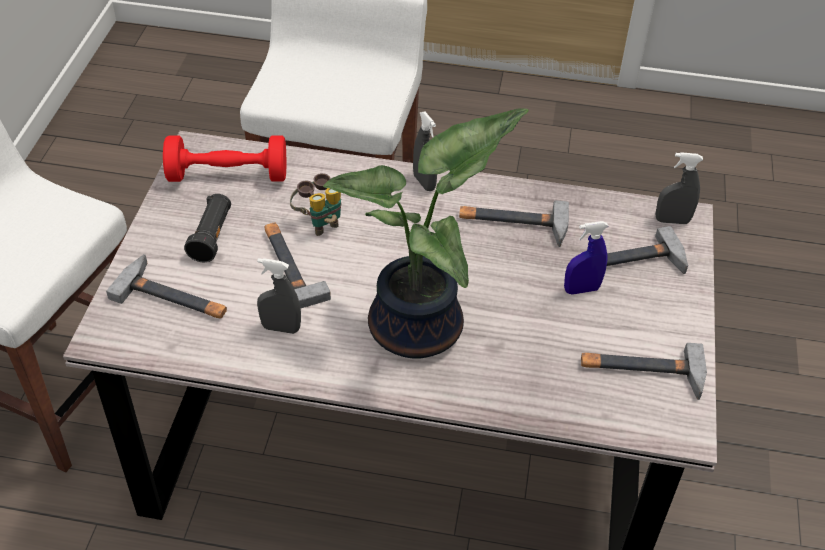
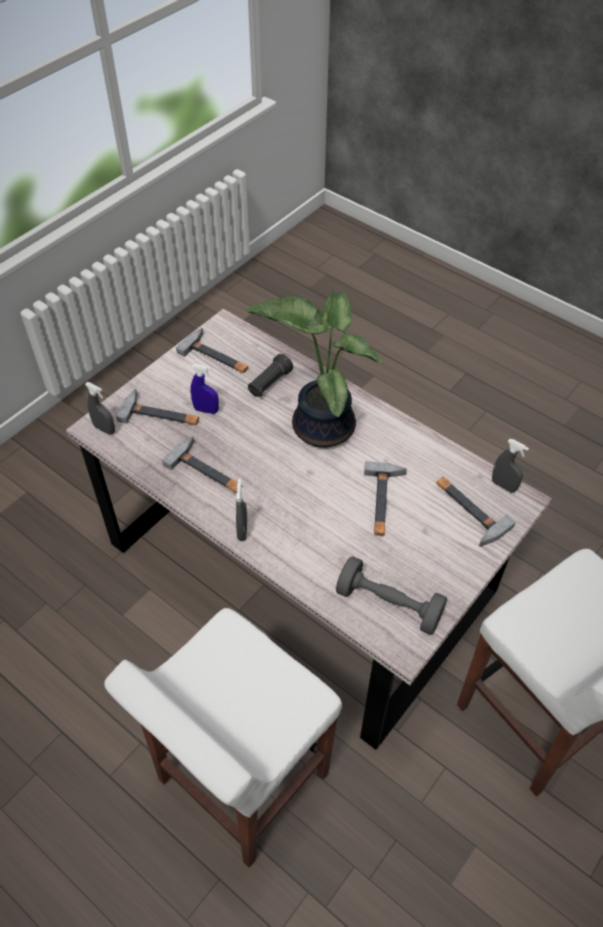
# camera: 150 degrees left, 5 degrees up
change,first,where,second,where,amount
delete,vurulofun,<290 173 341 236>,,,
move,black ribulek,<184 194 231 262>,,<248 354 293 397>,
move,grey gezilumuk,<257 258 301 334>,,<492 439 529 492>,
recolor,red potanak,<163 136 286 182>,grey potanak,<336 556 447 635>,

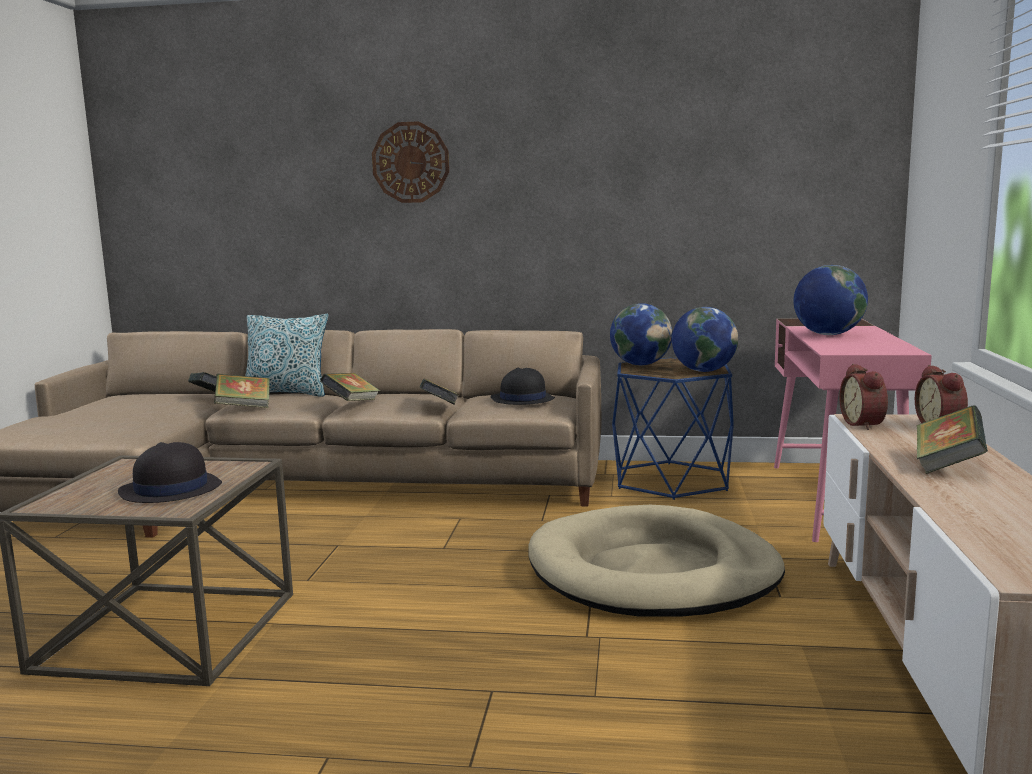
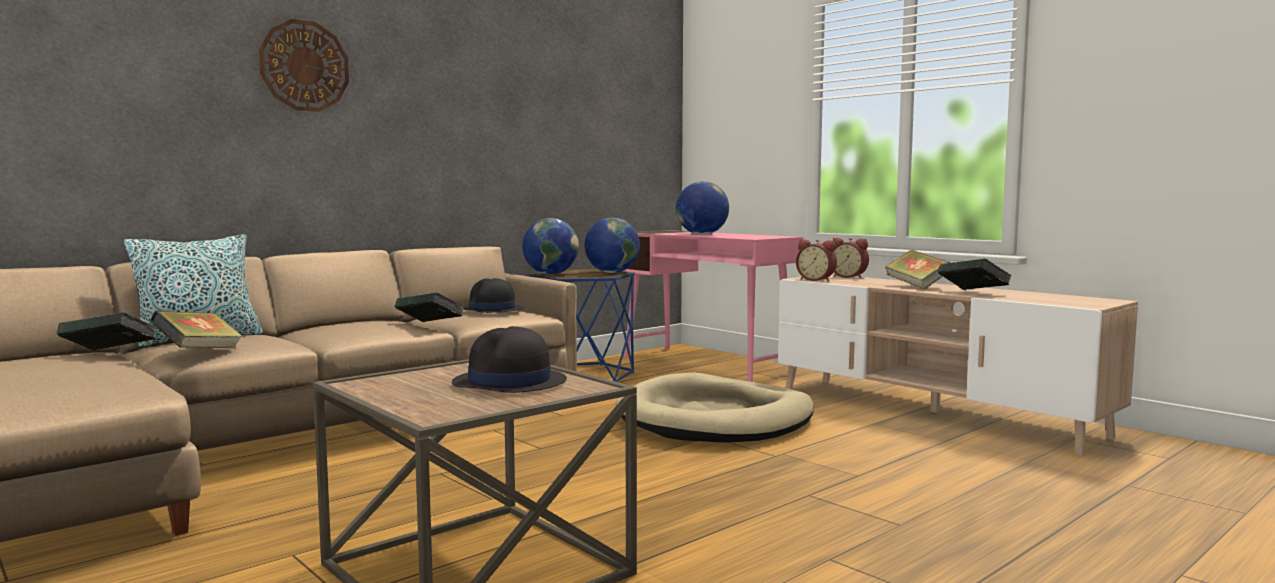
# camera: 50 degrees left, 5 degrees down
change,first,where,second,where,amount
move,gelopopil,<320 373 380 401>,,<938 259 1012 290>,

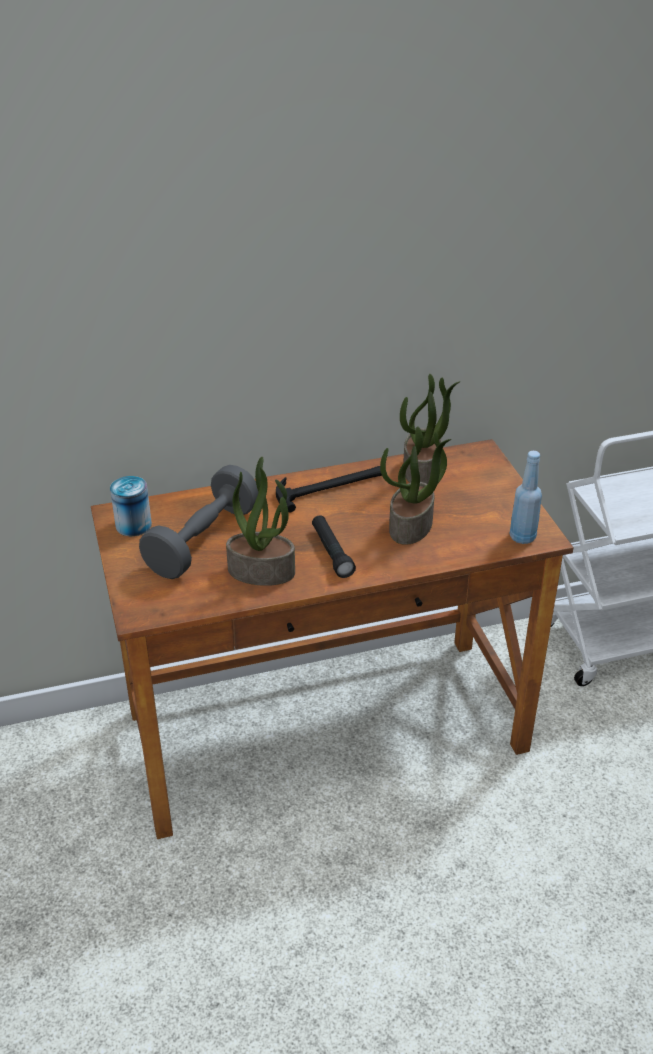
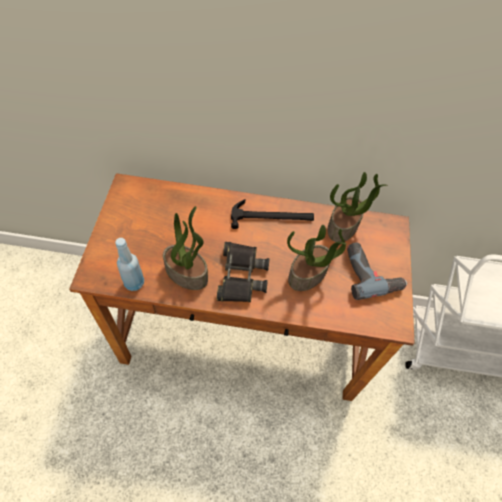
# camera: 20 degrees right, 20 degrees up
change,first,where,second,where,amount
delete,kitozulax,<110 476 152 536>,,,
delete,grey potanak,<139 465 258 579>,,,
insert,,,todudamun,<347 242 408 300>,
move,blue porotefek,<509 451 542 544>,,<115 238 144 291>,
replace,black ribulek,<312 515 356 578>,black vurulofun,<217 242 269 302>,

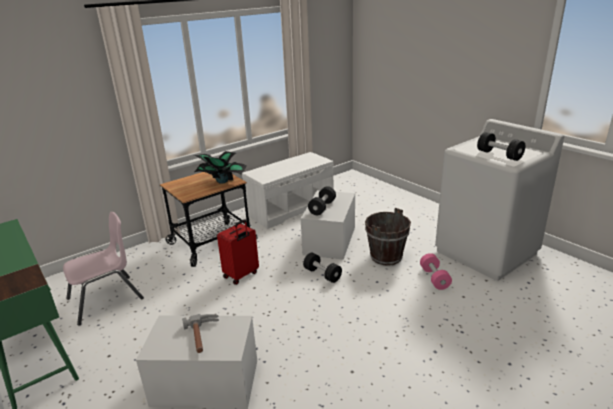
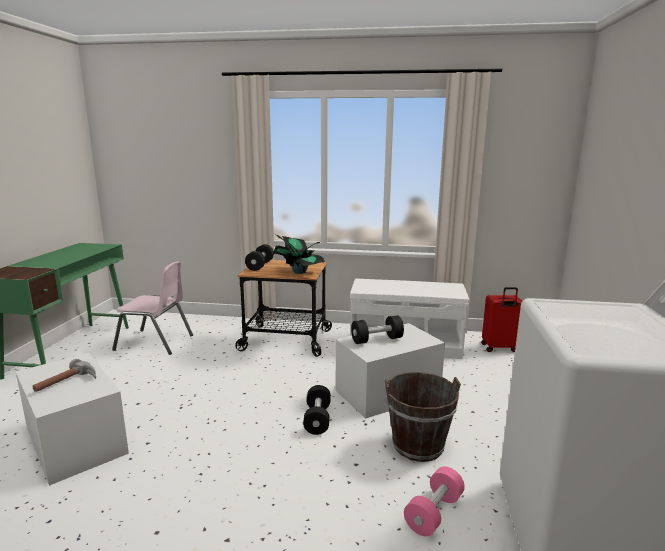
# camera: 45 degrees right, 10 degrees down
change,first,where,second,where,amount
move,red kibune,<217 219 259 285>,,<481 287 522 352>,
move,black potanak,<477 132 525 161>,,<245 244 274 271>,

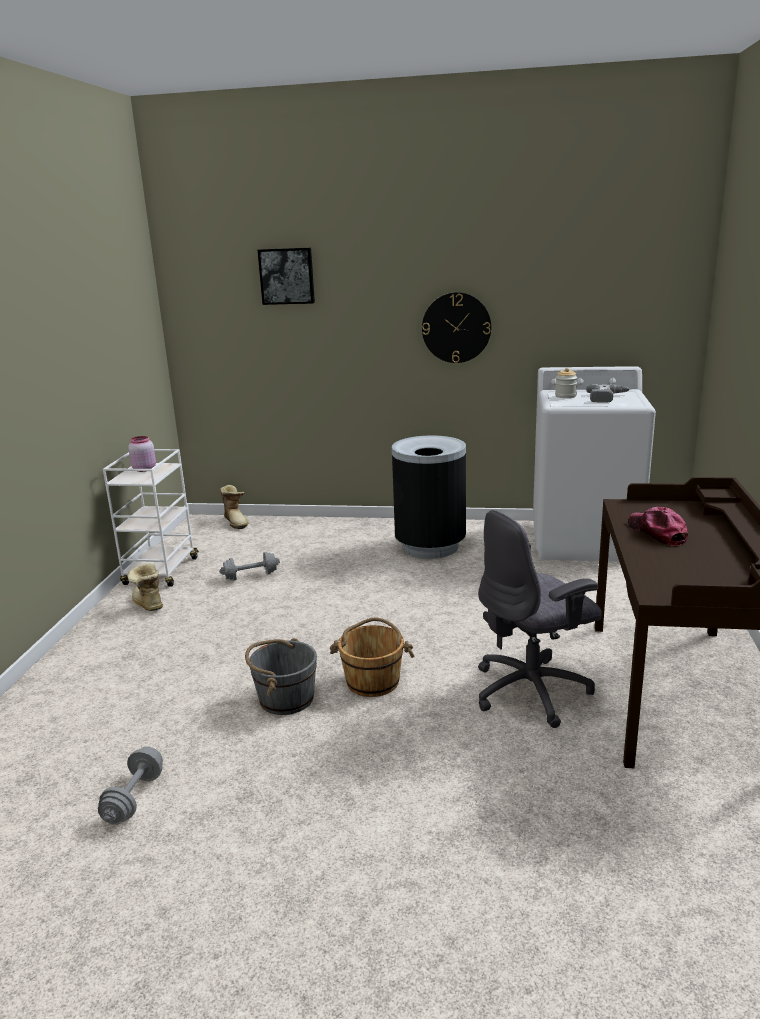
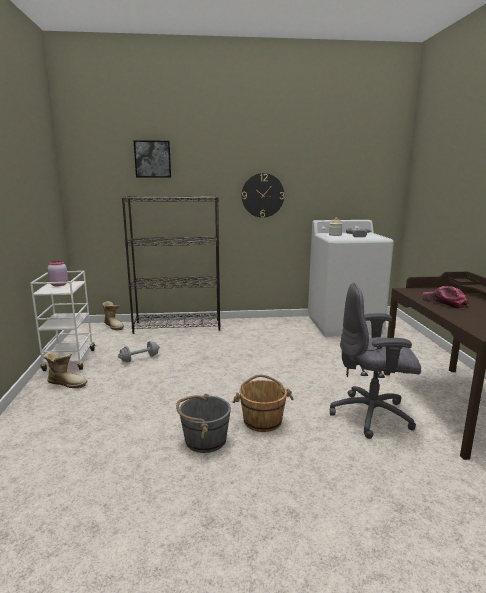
# camera: 15 degrees left, 5 degrees down
change,first,where,second,where,amount
delete,grey potanak,<98 747 163 825>,,,
delete,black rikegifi,<392 436 466 559>,,,
insert,,,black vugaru,<122 196 220 334>,
rotate,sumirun,<128 563 163 611>,,<43 352 88 388>,150 degrees clockwise
rotate,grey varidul,<478 510 602 728>,,<330 283 421 439>,45 degrees clockwise

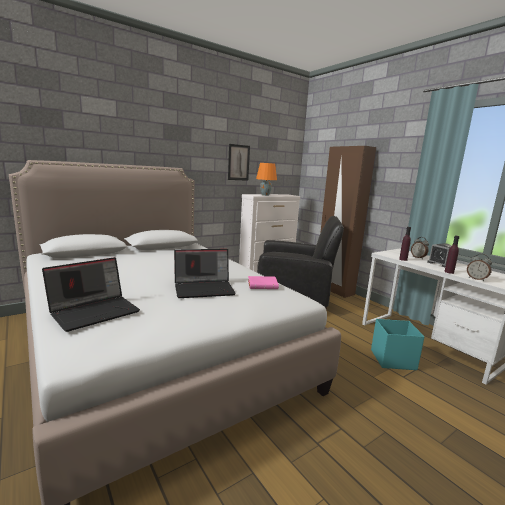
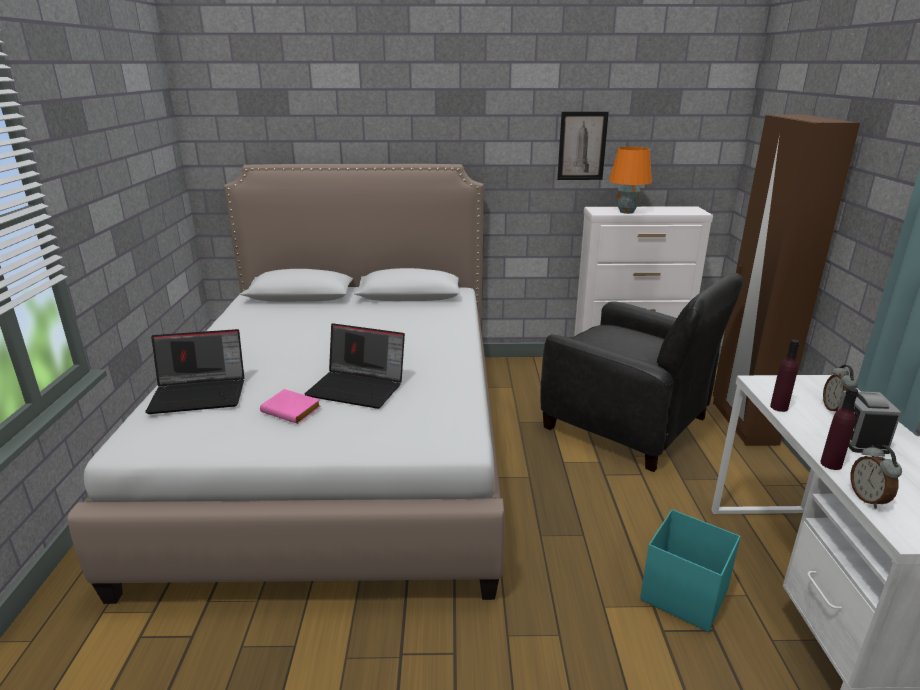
# camera: 35 degrees right, 10 degrees up
change,first,where,second,where,amount
move,pink gelopopil,<248 276 279 289>,,<260 389 321 424>,

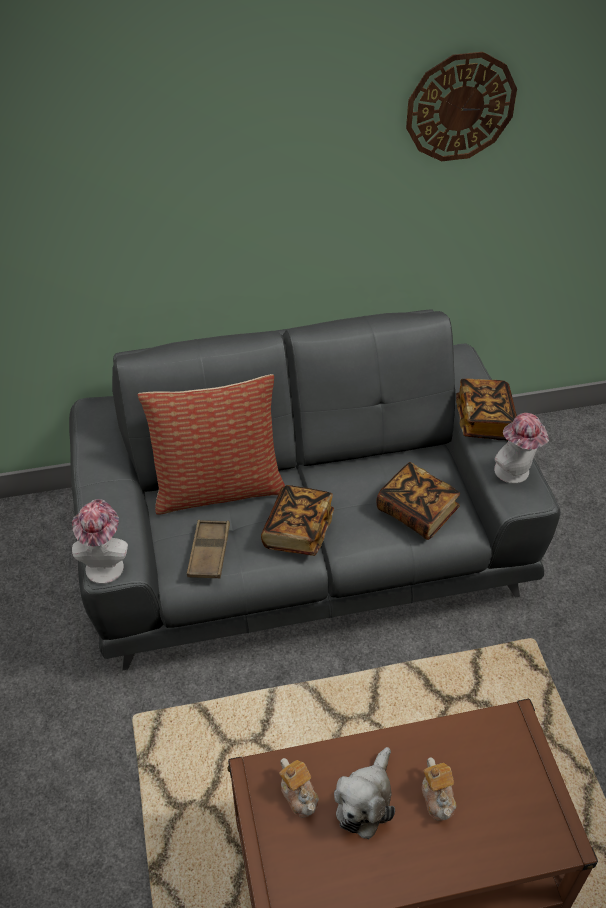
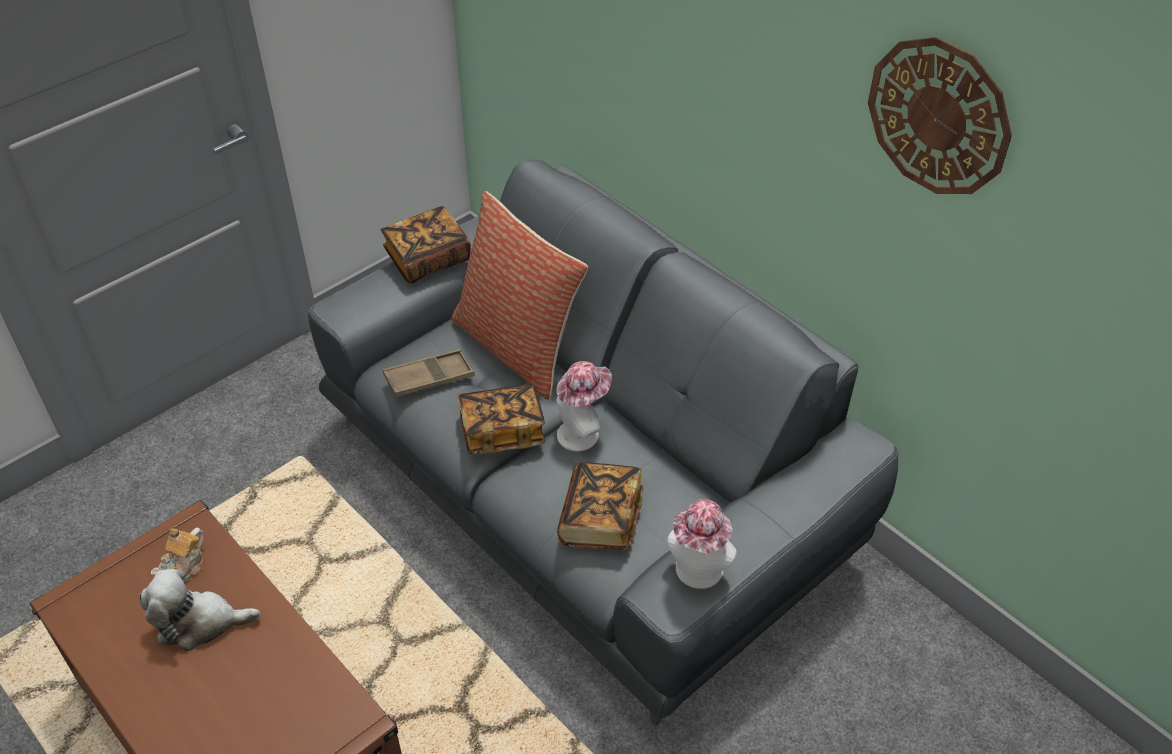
# camera: 60 degrees right, 0 degrees up
change,first,where,second,where,amount
delete,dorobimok,<422 757 456 821>,,,
move,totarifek,<72 499 128 584>,,<556 361 612 451>,
move,gelopopil,<456 379 517 440>,,<381 206 471 284>,

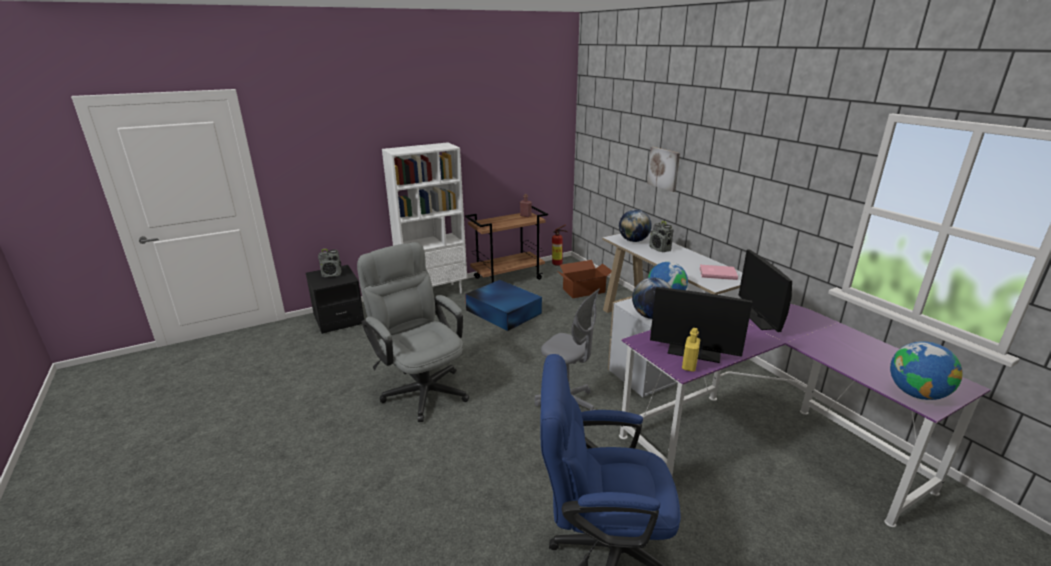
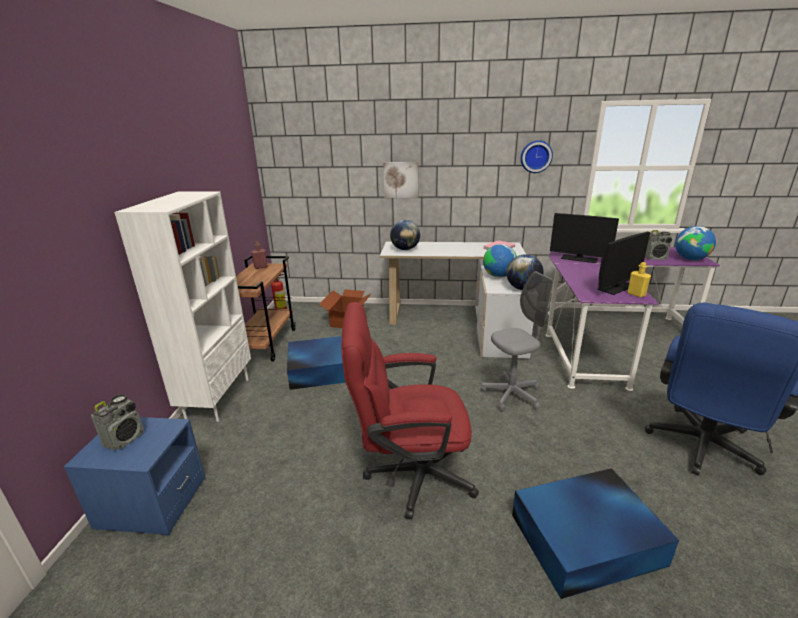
# camera: 55 degrees left, 0 degrees up
change,first,where,second,where,amount
insert,,,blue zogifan,<512 468 679 599>,
insert,,,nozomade,<521 140 553 173>,
move,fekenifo,<649 221 674 252>,,<645 230 672 260>,
recolor,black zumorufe,<306 265 364 334>,blue zumorufe,<64 417 205 536>,
recolor,grey varidul,<357 242 469 422>,red varidul,<341 302 479 519>,

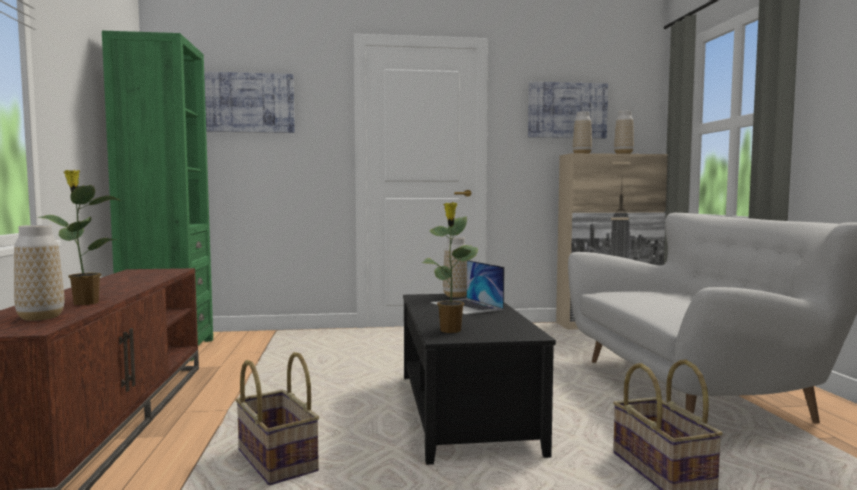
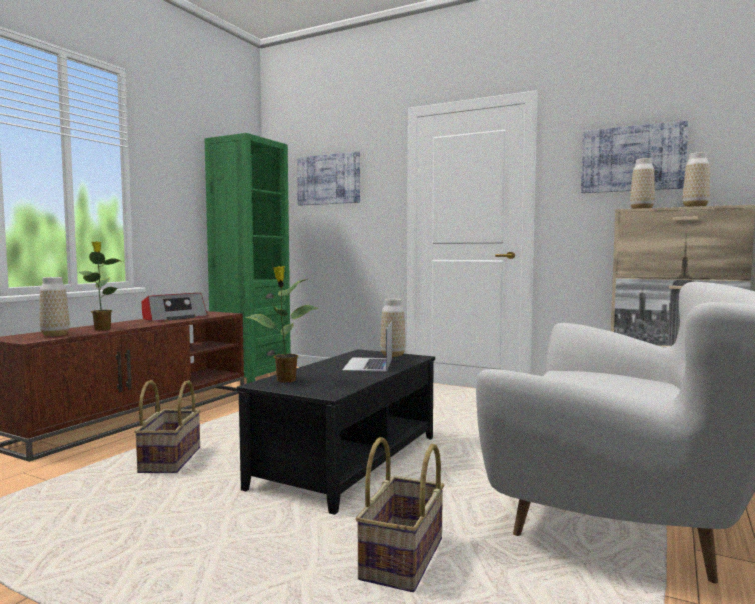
# camera: 35 degrees right, 0 degrees up
change,first,where,second,where,amount
insert,,,fekenifo,<142 293 208 321>,

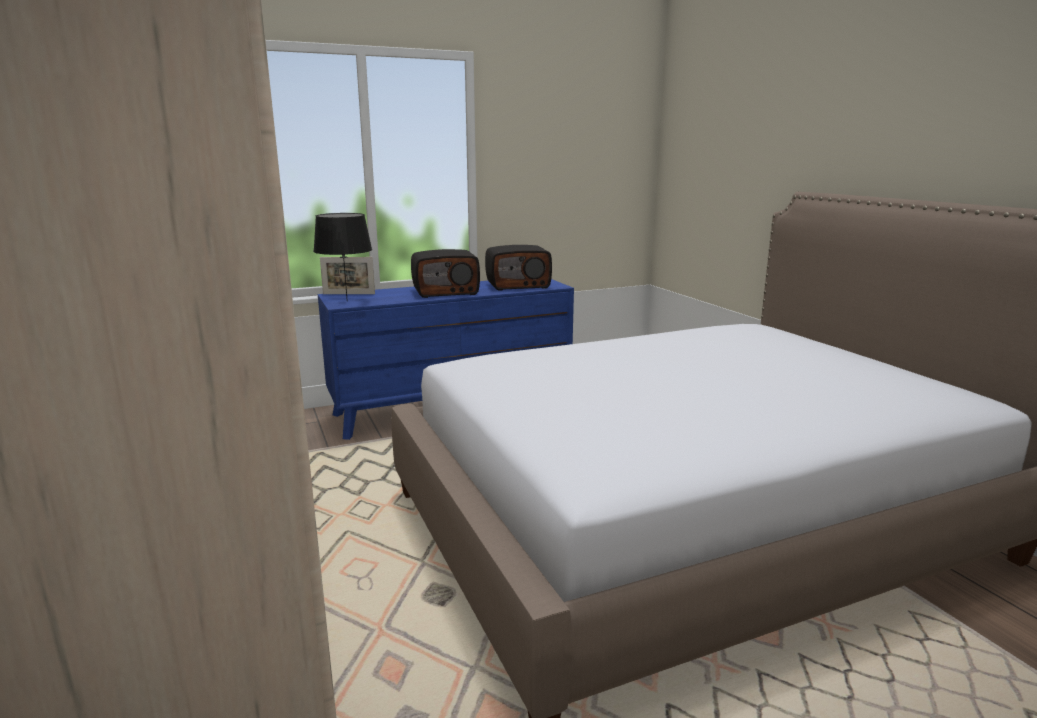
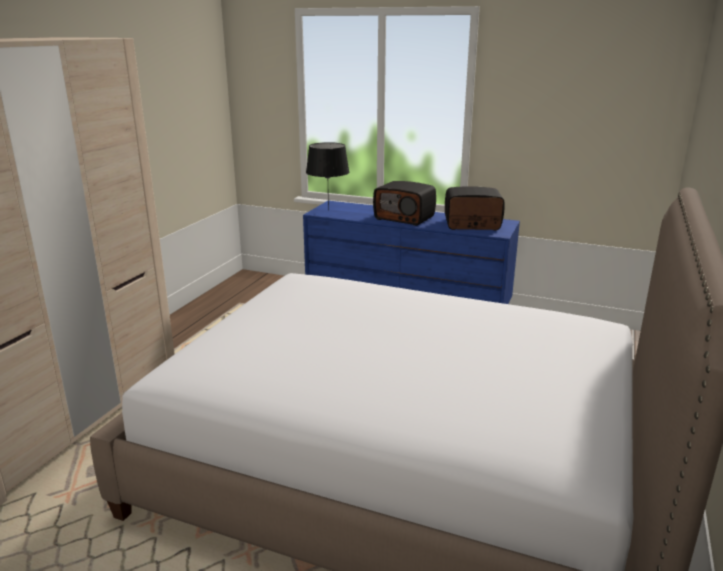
# camera: 45 degrees right, 5 degrees up
change,first,where,second,where,amount
delete,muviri,<320 257 375 294>,,,
rotate,fekenifo,<485 245 552 290>,,<445 186 505 230>,150 degrees clockwise

